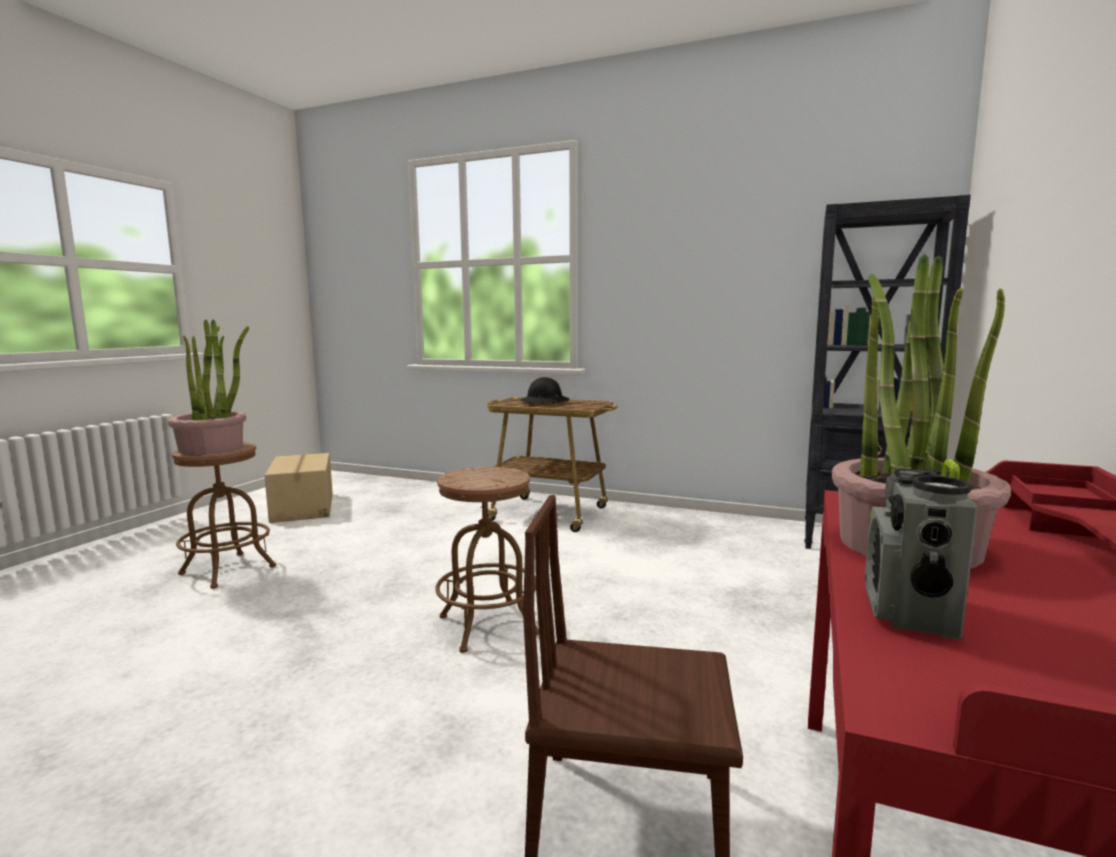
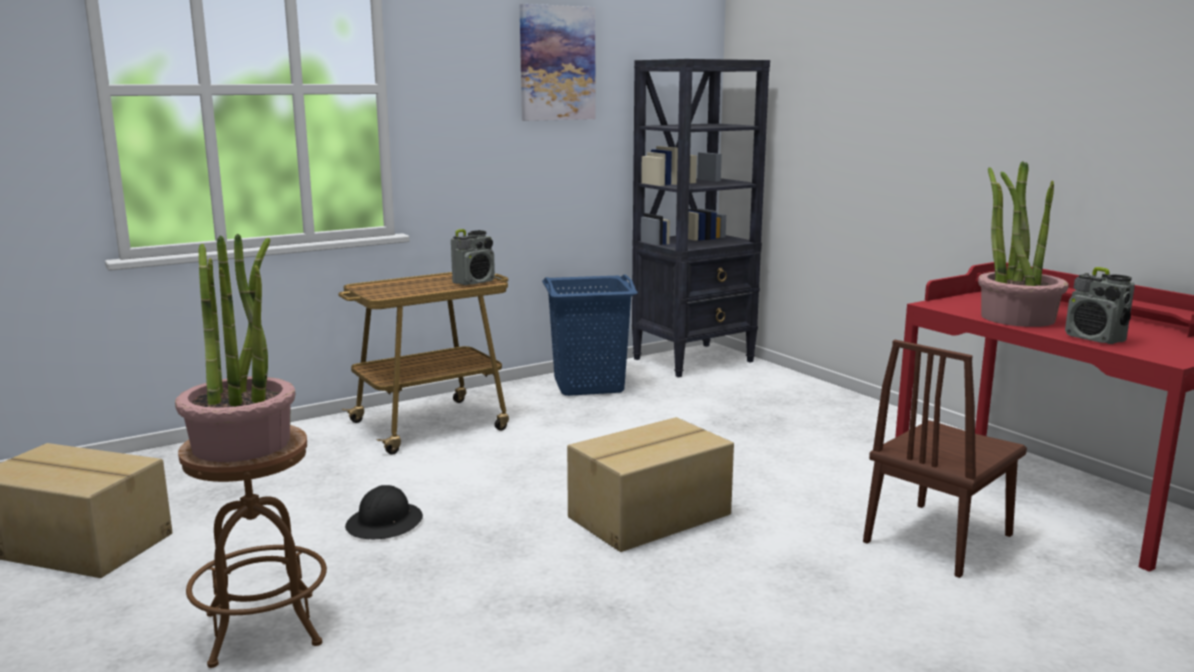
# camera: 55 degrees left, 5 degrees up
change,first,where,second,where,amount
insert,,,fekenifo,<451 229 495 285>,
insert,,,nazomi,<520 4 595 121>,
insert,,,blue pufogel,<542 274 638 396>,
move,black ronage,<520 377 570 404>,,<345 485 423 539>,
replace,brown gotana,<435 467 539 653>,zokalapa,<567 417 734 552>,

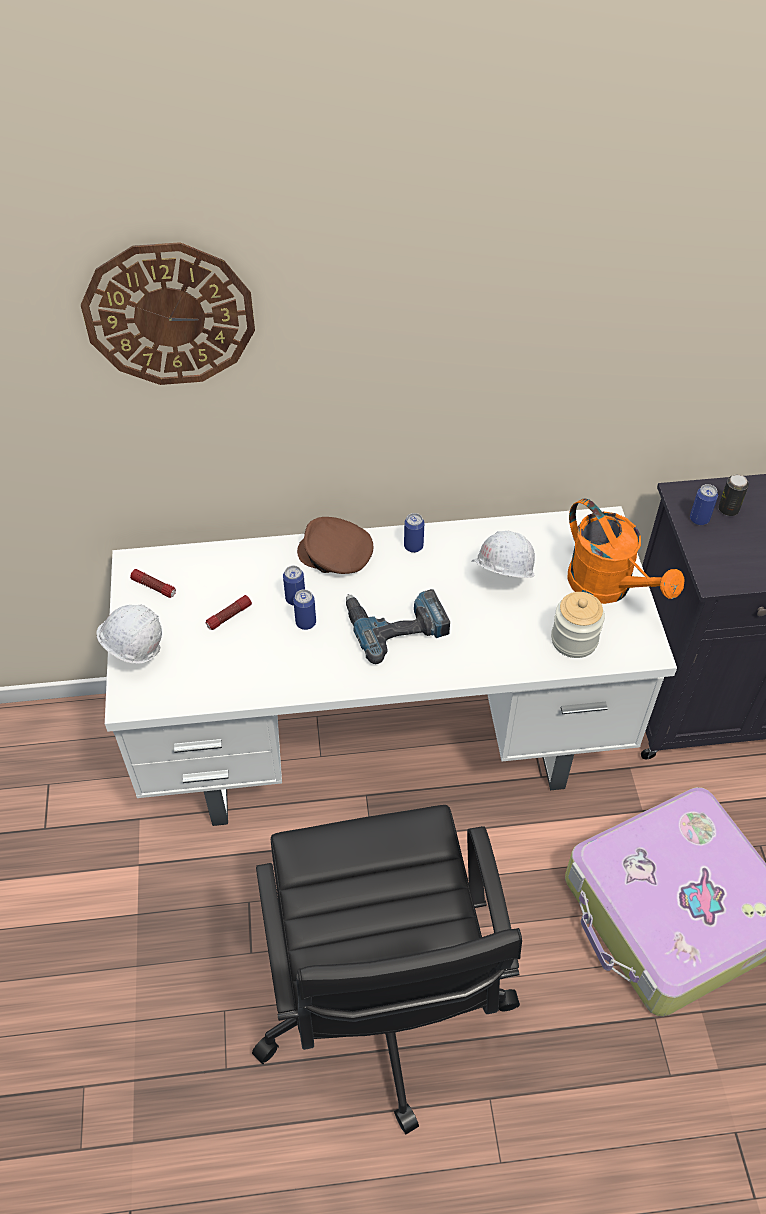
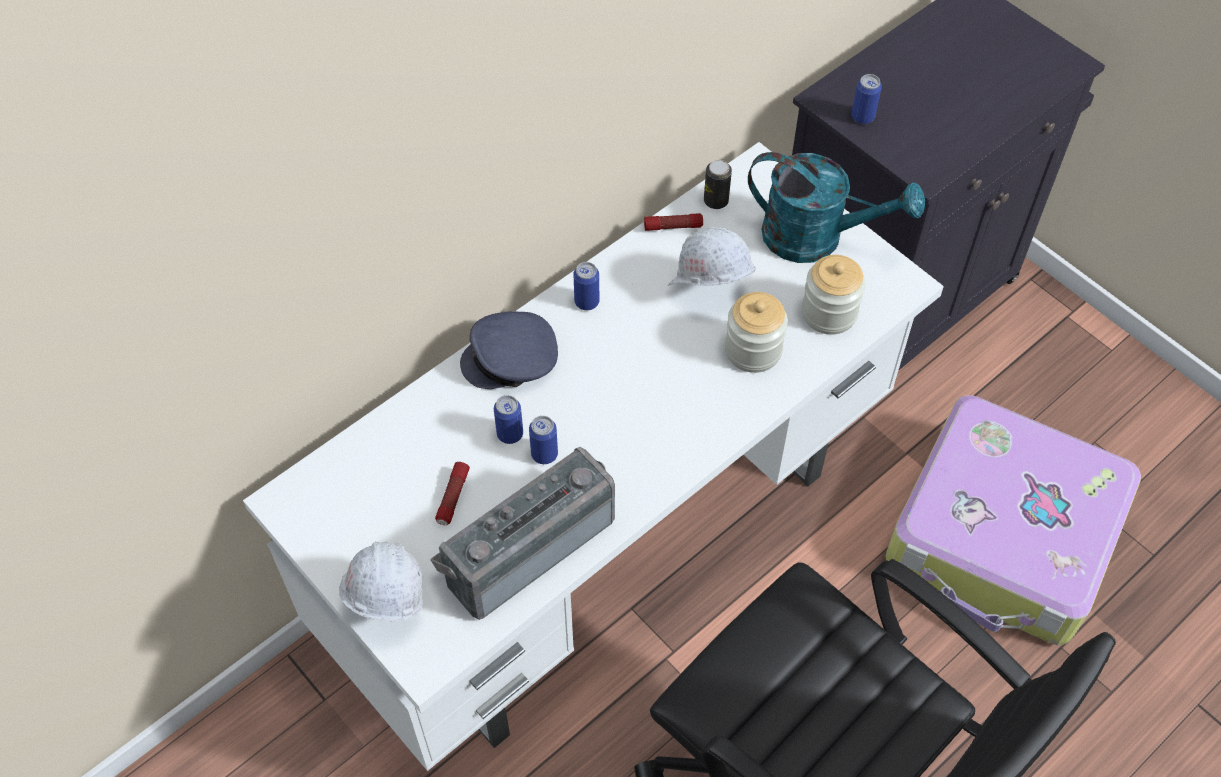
# camera: 35 degrees left, 5 degrees up
change,first,where,second,where,amount
delete,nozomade,<81 242 255 385>,,,
delete,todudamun,<346 589 450 664>,,,
insert,,,fekenifo,<430 447 615 620>,
insert,,,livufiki,<725 292 788 373>,
move,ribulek,<130 569 176 598>,,<644 213 703 231>,
move,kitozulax,<718 474 749 516>,,<704 160 732 209>,
recolor,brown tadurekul,<297 517 373 574>,grey tadurekul,<460 311 558 389>,
recolor,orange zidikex,<567 498 685 604>,turquoise zidikex,<748 152 925 263>,

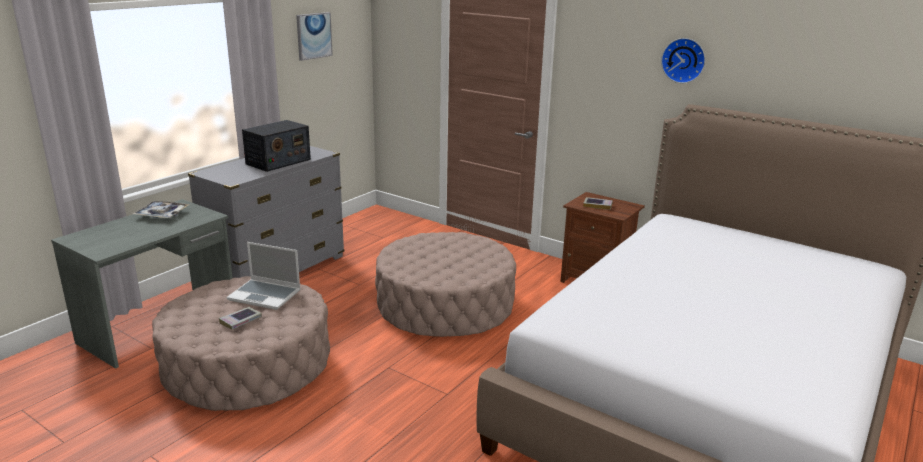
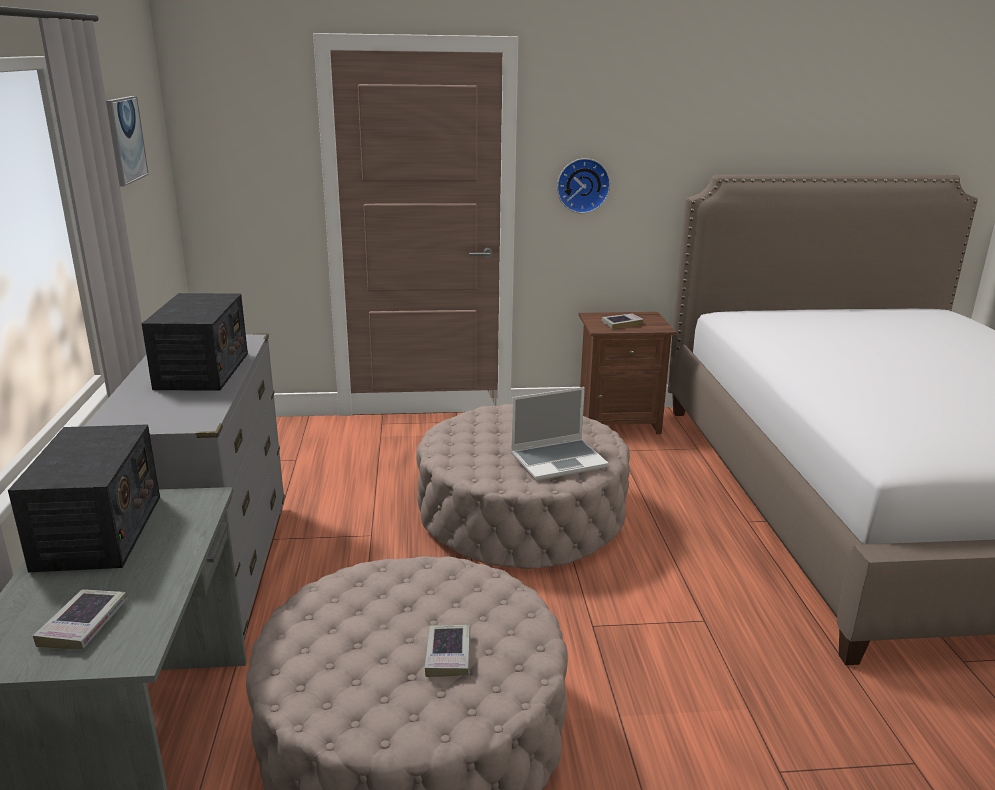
# camera: 40 degrees left, 0 degrees up
change,first,where,second,where,amount
insert,,,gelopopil,<32 589 127 649>,
move,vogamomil,<227 242 301 310>,,<511 387 609 481>,
move,nozomade,<661 38 705 83>,,<557 158 610 213>,
replace,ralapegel,<133 201 190 218>,fekenifo,<8 424 160 572>,

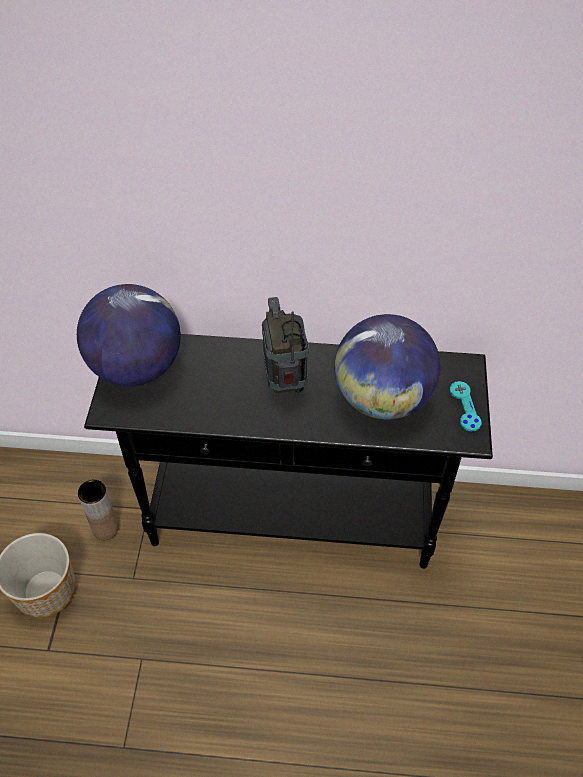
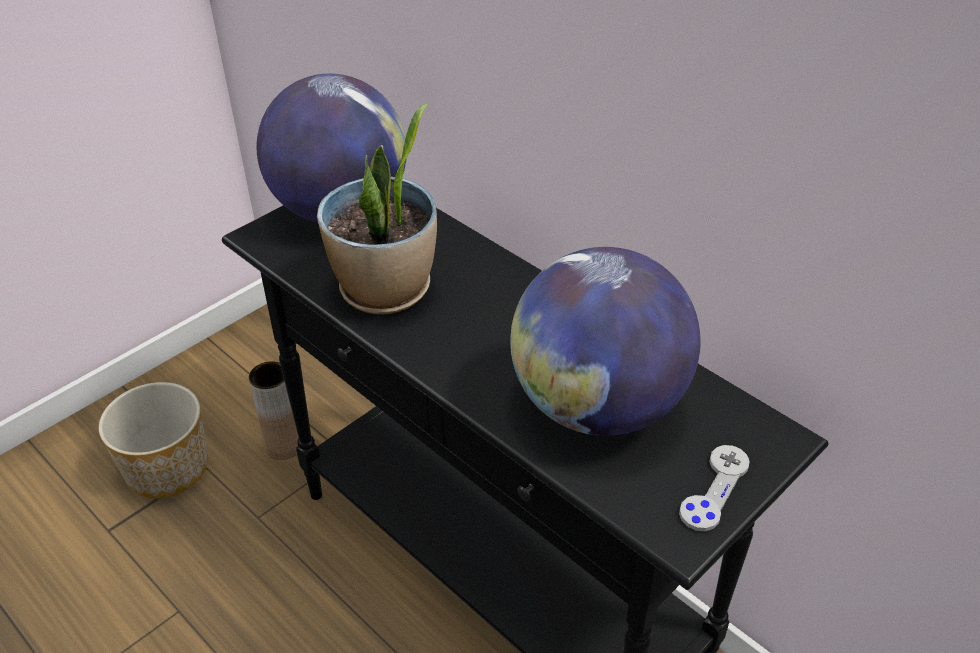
# camera: 40 degrees right, 10 degrees down
change,first,where,second,where,amount
delete,fekenifo,<262 297 309 393>,,,
insert,,,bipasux,<317 104 437 314>,
recolor,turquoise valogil,<450 381 482 432>,grey valogil,<679 445 750 531>,

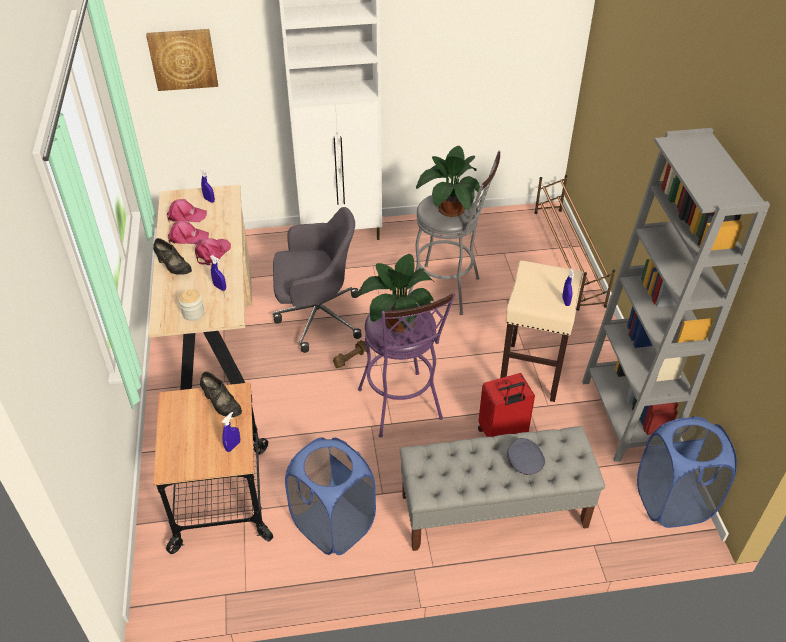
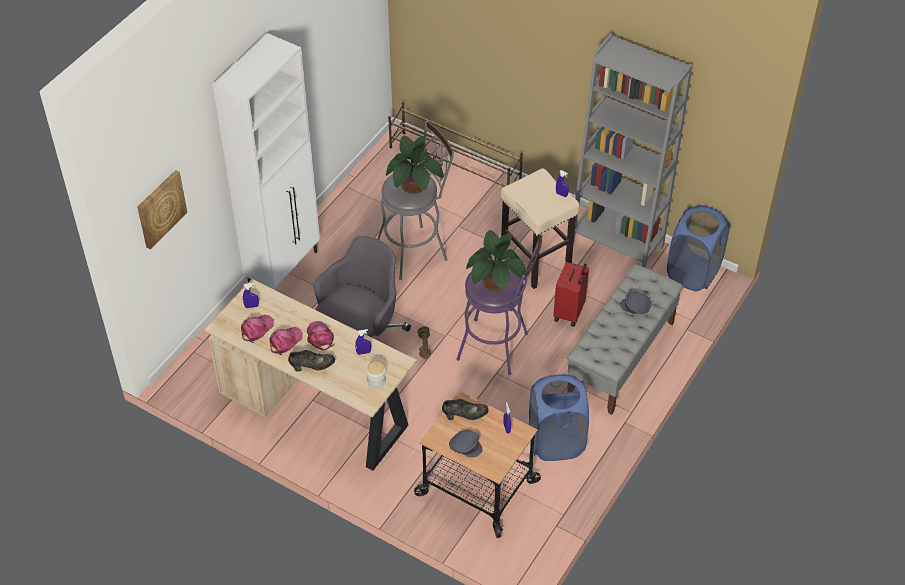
# camera: 50 degrees left, 5 degrees up
change,first,where,second,where,amount
insert,,,grey tadurekul,<449 430 482 458>,

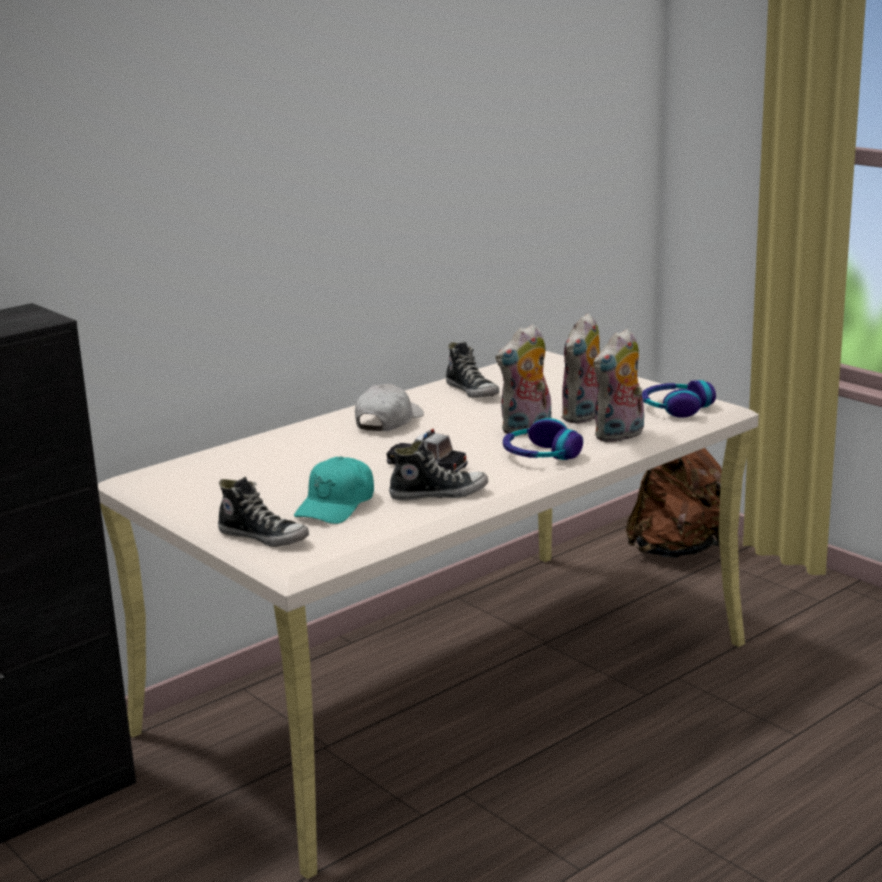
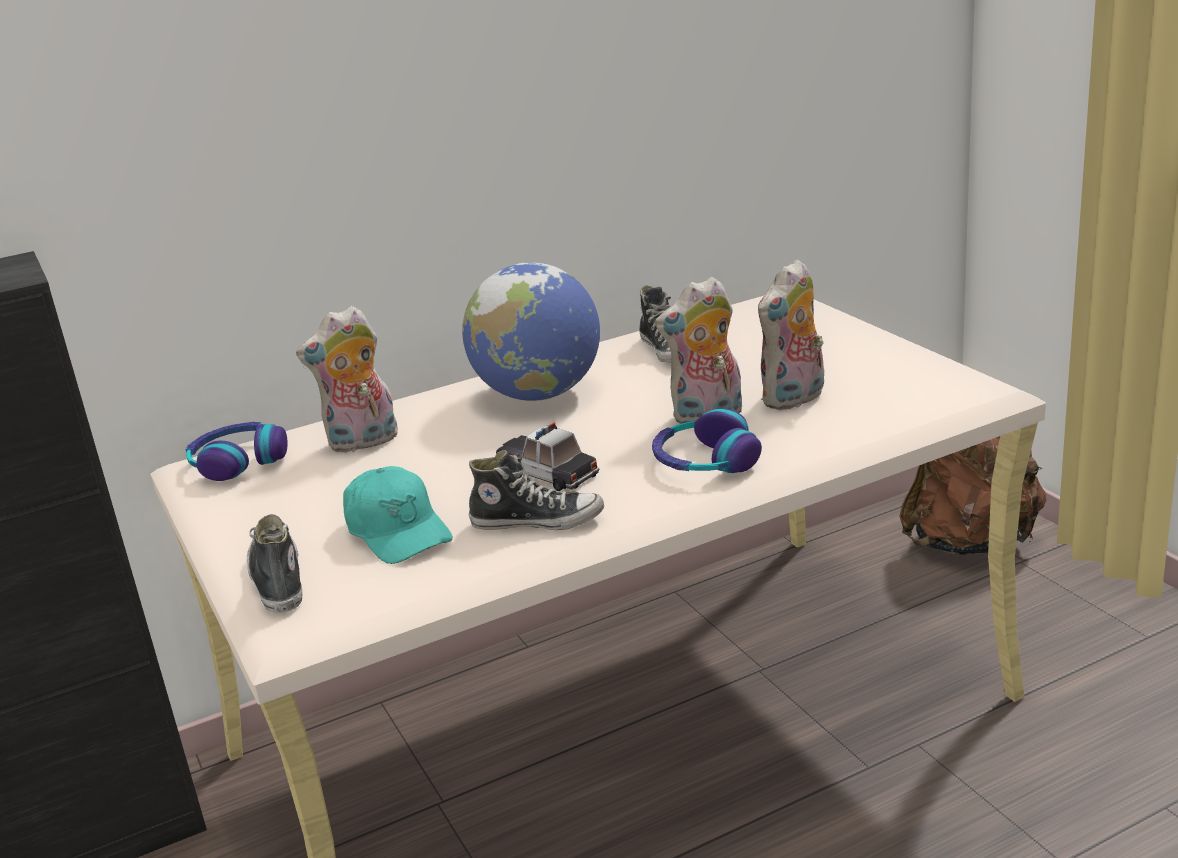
# camera: 15 degrees right, 5 degrees up
change,first,where,second,where,amount
move,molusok,<593 328 644 443>,,<296 306 398 454>,
move,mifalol,<642 380 716 418>,,<186 422 288 481>,
replace,white tadurekul,<355 384 424 431>,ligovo,<462 262 600 401>,
rotate,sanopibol,<218 476 309 547>,,<247 514 303 613>,150 degrees counterclockwise
rotate,turquoise tadurekul,<294 456 374 524>,,<343 466 453 564>,75 degrees counterclockwise

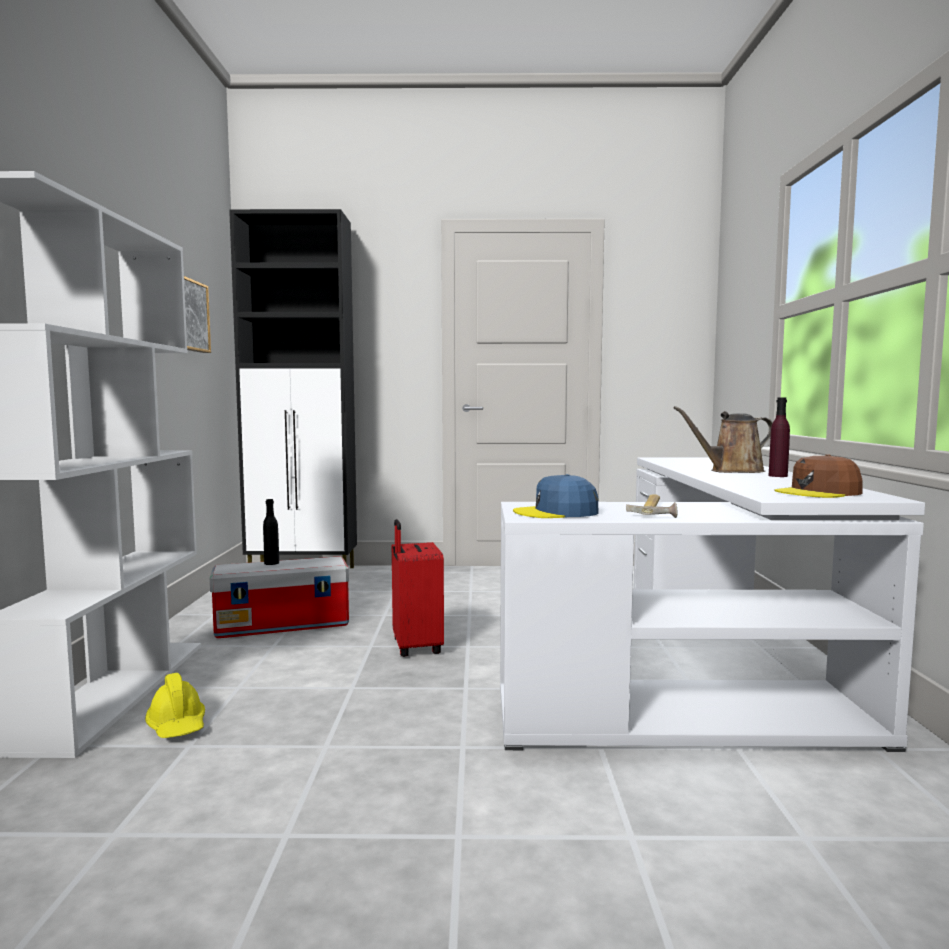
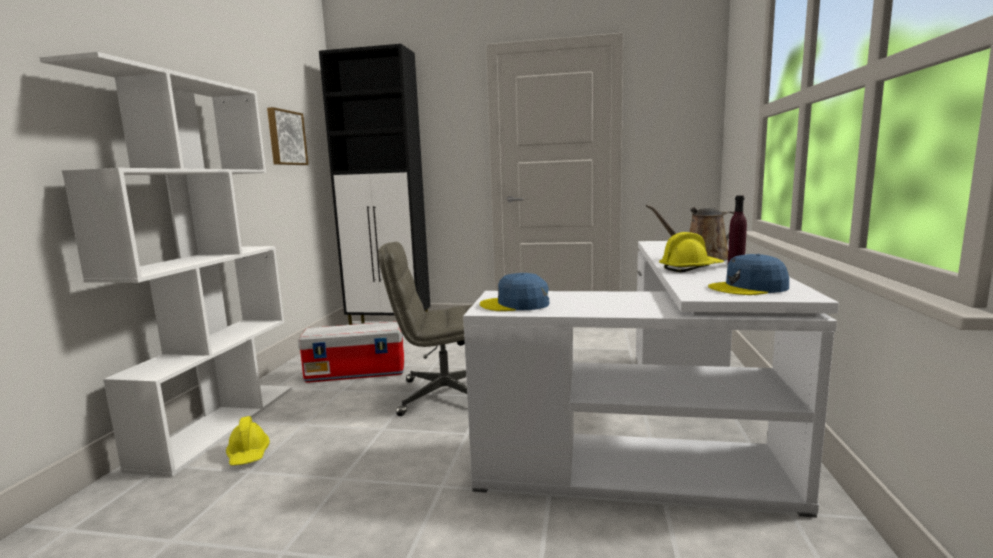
# camera: 10 degrees right, 5 degrees up
change,first,where,second,where,amount
delete,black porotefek,<263 499 279 565>,,,
delete,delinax,<626 494 677 518>,,,
insert,,,yellow ronage,<659 232 724 272>,
replace,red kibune,<392 519 444 657>,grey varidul,<378 242 473 416>,
recolor,brown tadurekul,<774 454 862 498>,blue tadurekul,<708 254 789 295>,

